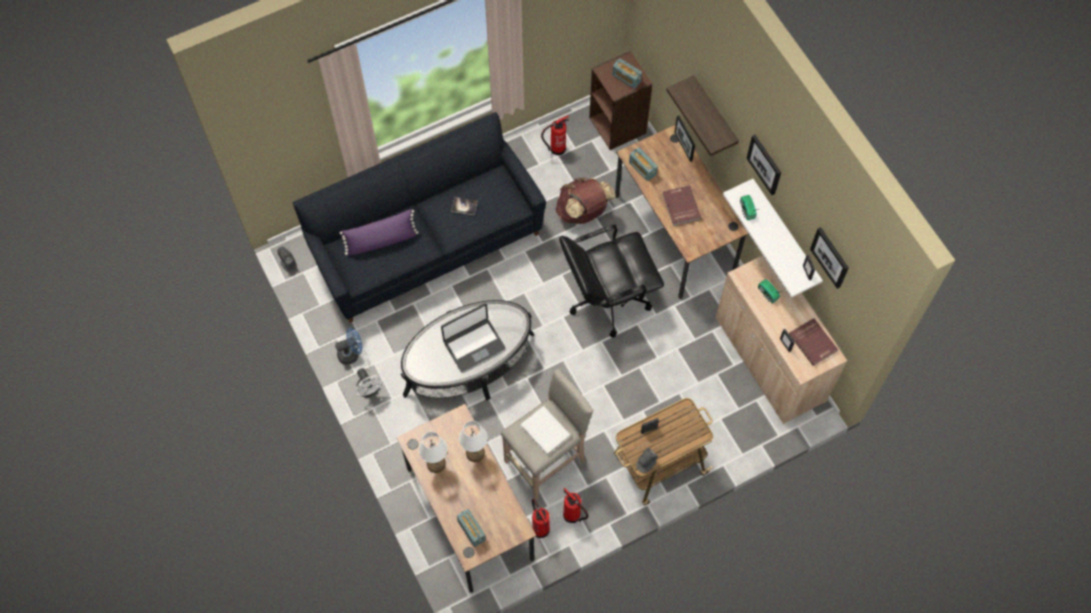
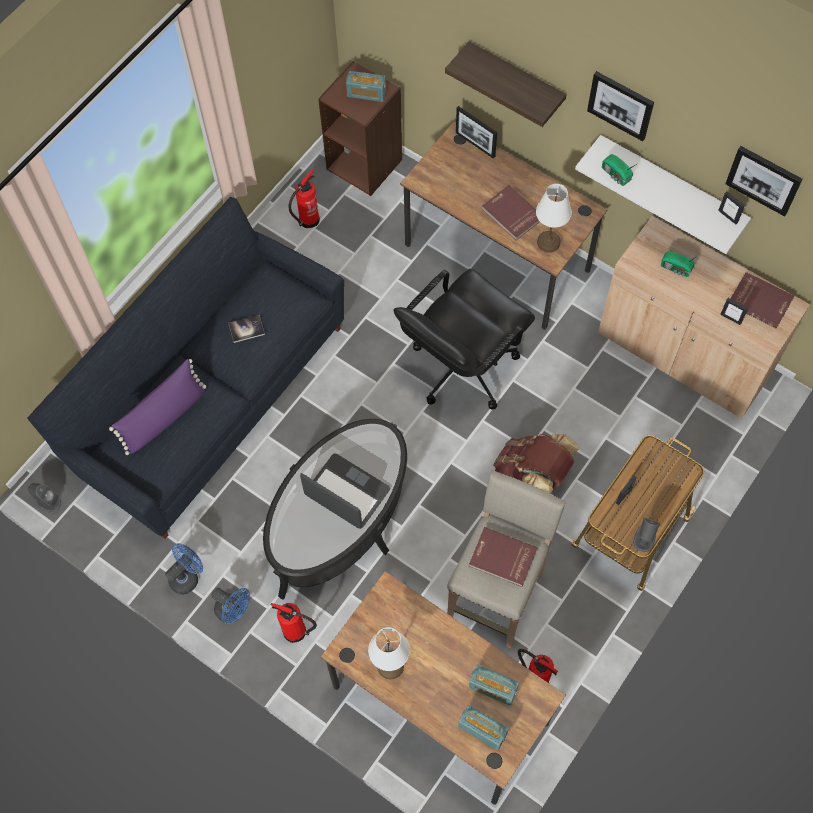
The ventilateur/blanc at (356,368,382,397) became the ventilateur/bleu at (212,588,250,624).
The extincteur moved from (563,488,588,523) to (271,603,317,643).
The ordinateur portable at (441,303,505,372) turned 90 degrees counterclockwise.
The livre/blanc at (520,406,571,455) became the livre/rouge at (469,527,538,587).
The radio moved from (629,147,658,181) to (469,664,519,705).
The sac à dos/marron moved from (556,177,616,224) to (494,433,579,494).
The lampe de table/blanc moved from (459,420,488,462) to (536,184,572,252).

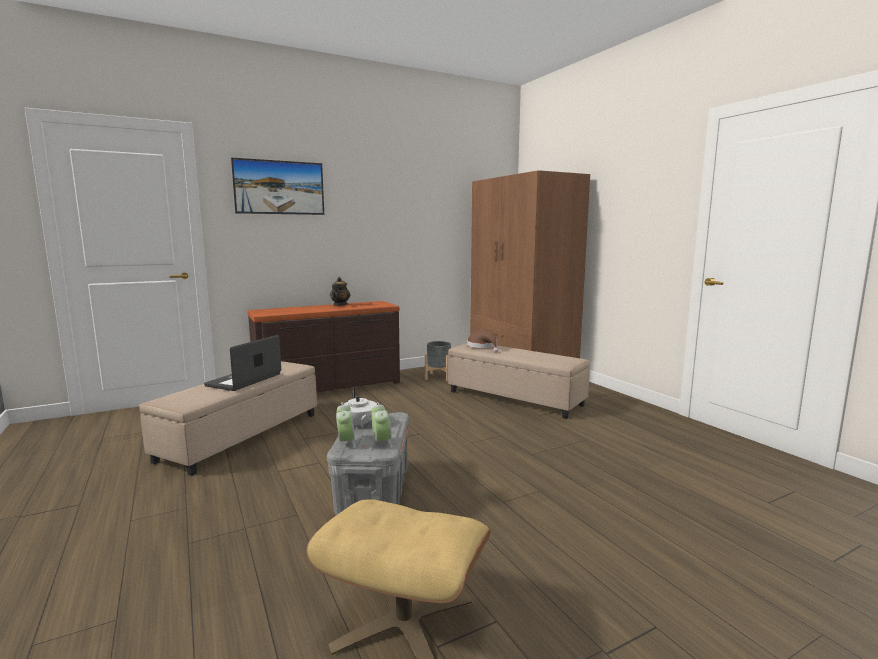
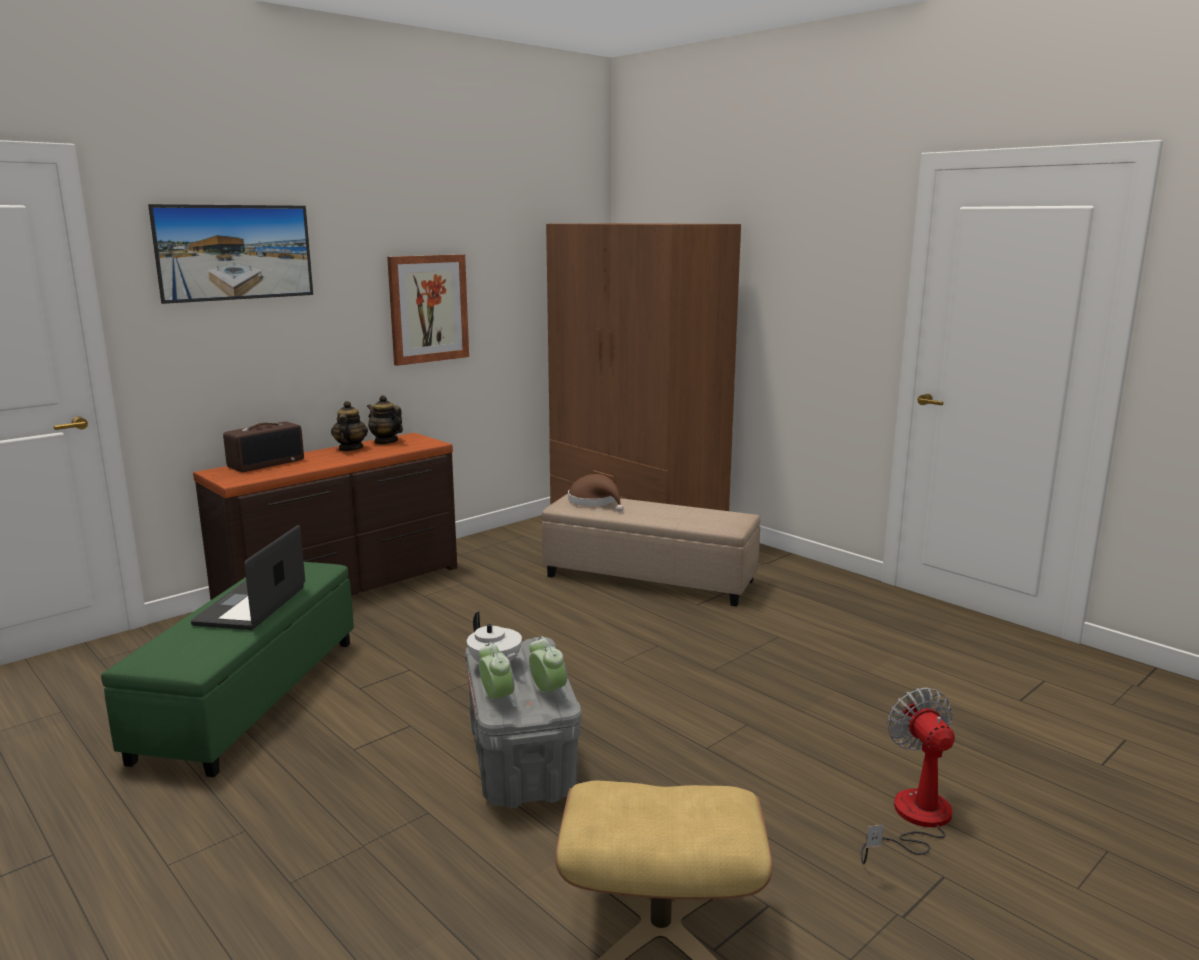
The pouf/beige at (139,361,317,476) became the pouf/vert at (101,562,354,777).
The radio at (223,421,304,472) appeared.
The théière at (367,395,403,444) appeared.
The tableau at (387,254,469,366) appeared.
The ventilateur at (860,687,955,864) appeared.
The cache-pot/gris at (425,341,451,381) disappeared.

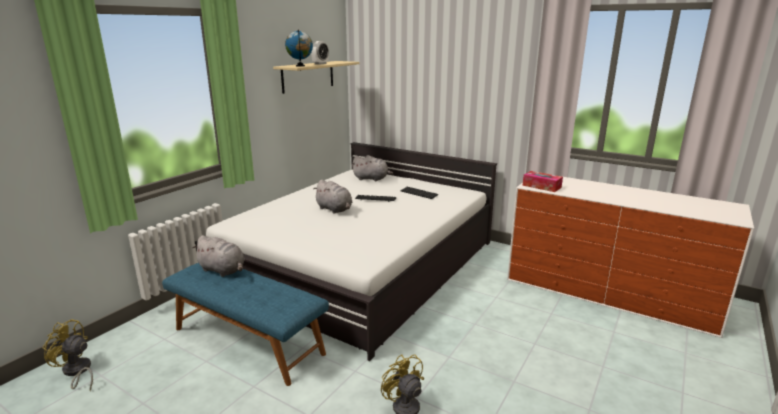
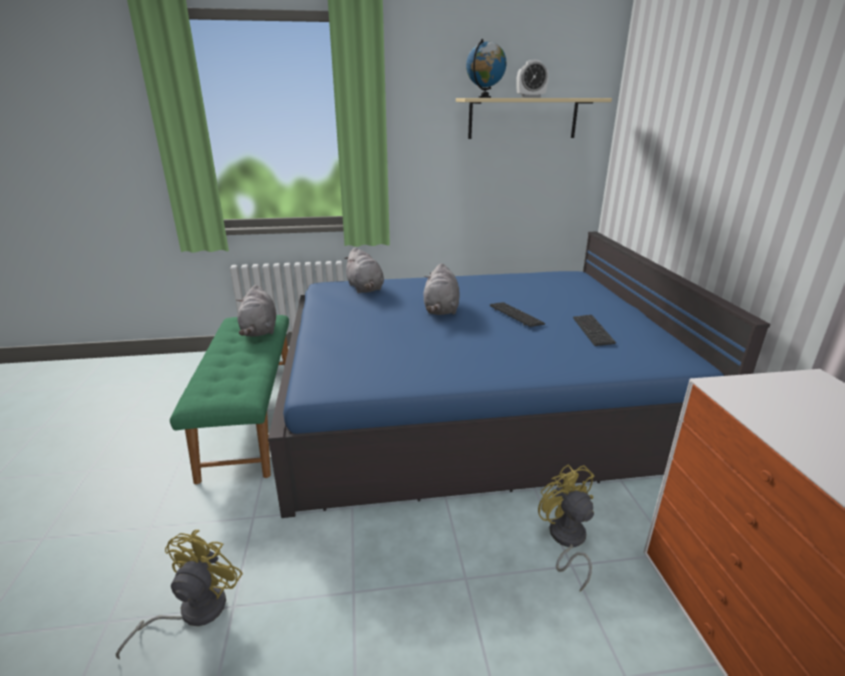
The banc/bleu at (162,263,329,386) became the banc/vert at (170,315,289,484).
The lit/blanc at (195,142,497,361) became the lit/bleu at (268,232,770,518).
The peluche/gris moved from (351,155,393,181) to (344,247,384,293).
The ventilateur/jaune moved from (43,319,93,391) to (538,465,594,592).
The boîte à mouchoirs at (522,171,563,192) disappeared.

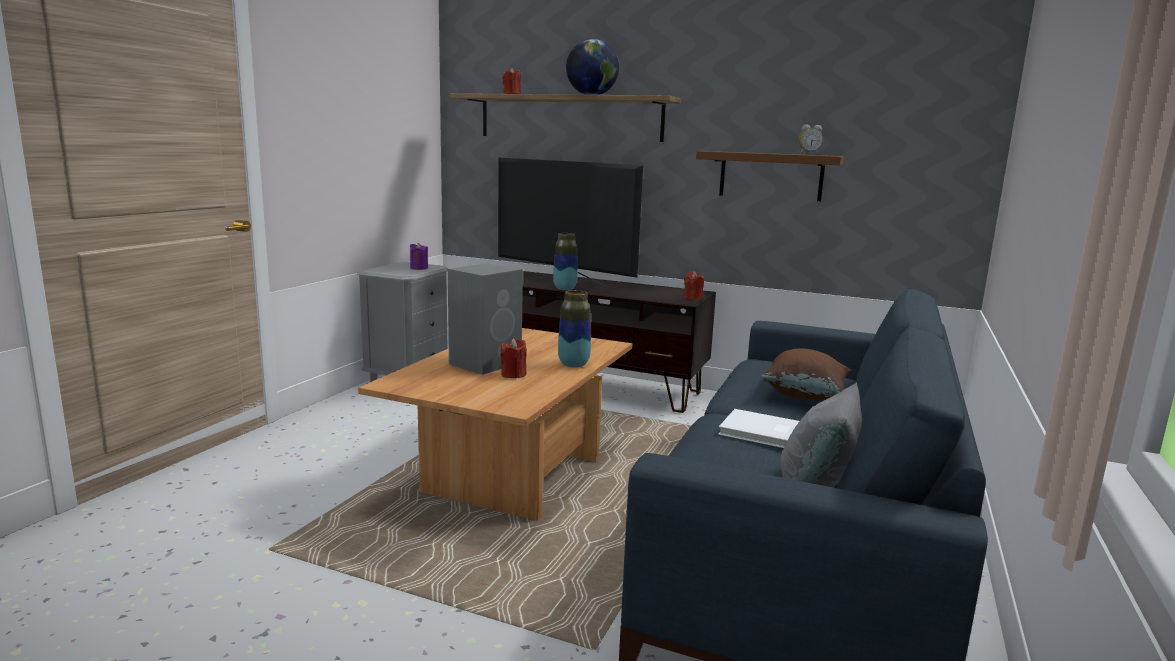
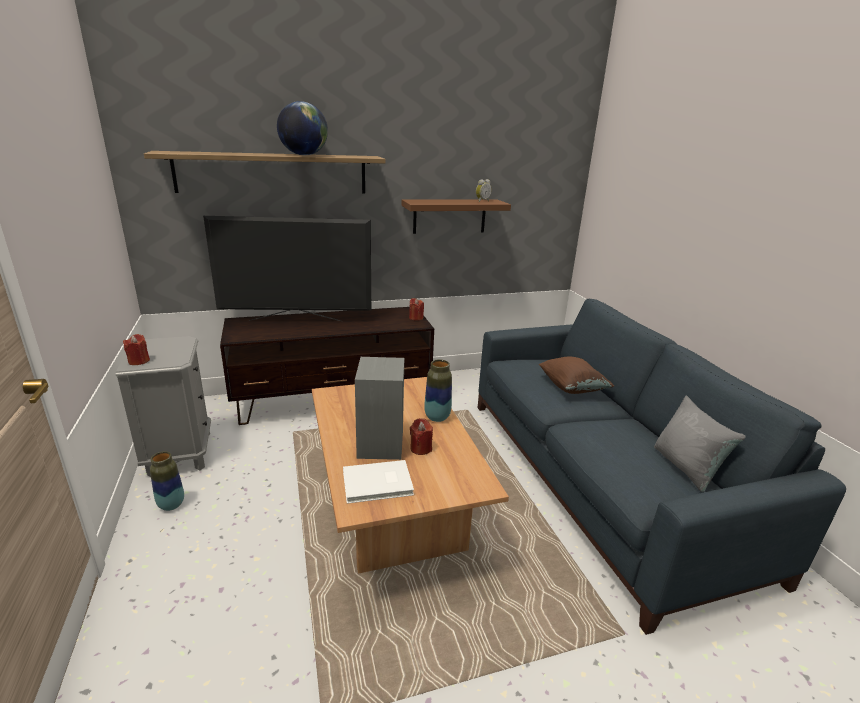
The bougie/rouge moved from (502,68,521,94) to (123,334,150,365).
The vase moved from (553,233,578,290) to (150,451,184,511).
The livre/blanc moved from (718,409,799,448) to (343,460,414,504).
The bougie/violet at (410,243,428,270) disappeared.

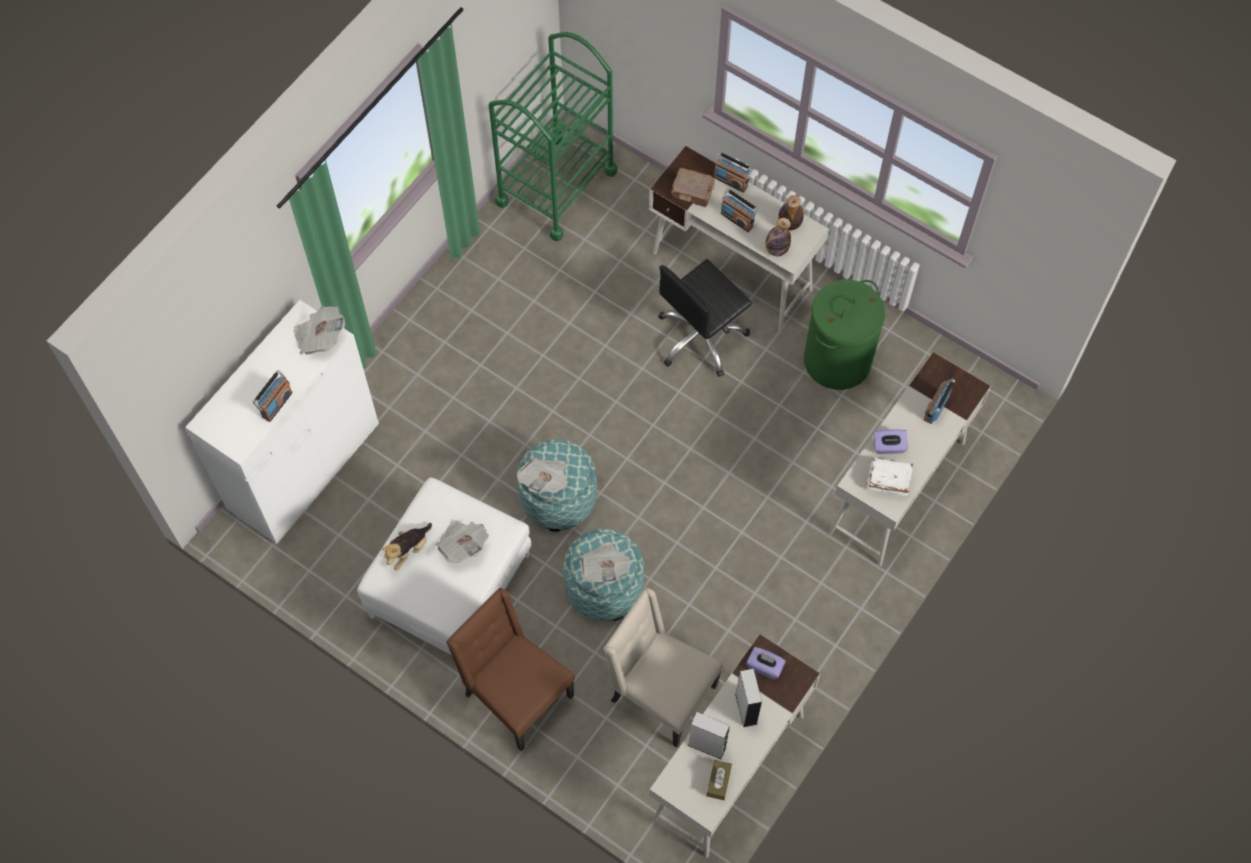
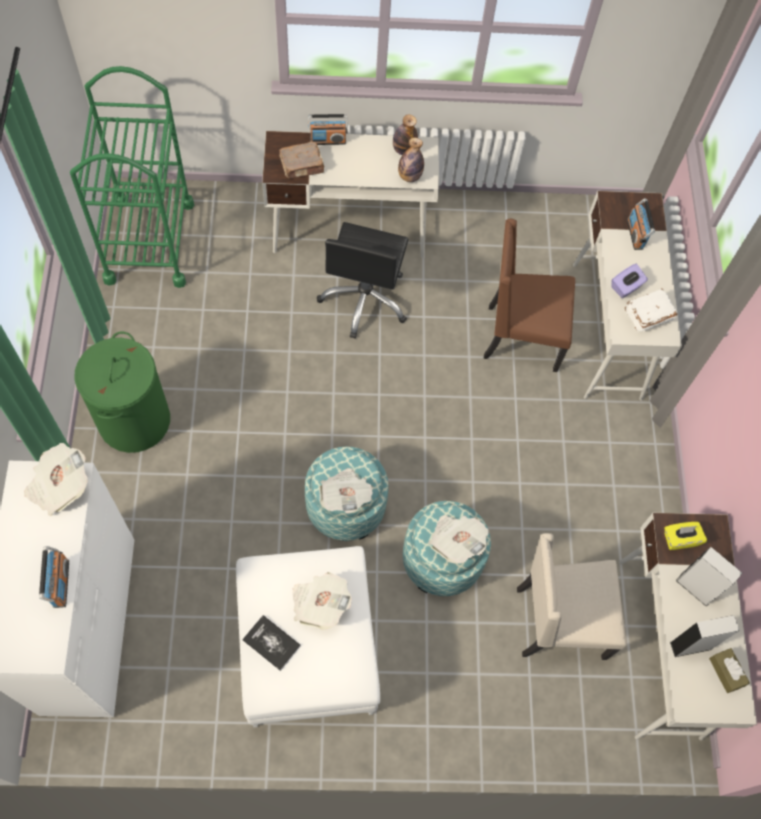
The panier à linge/vert moved from (804,280,885,390) to (74,331,170,453).
The peluche at (382,523,432,570) was replaced by the livre at (242,615,301,671).
The chaise/marron moved from (446,588,575,751) to (483,219,575,372).
The boîte à mouchoirs/violet at (746,647,786,680) became the boîte à mouchoirs/jaune at (664,522,707,550).
The radio at (720,189,758,232) disappeared.

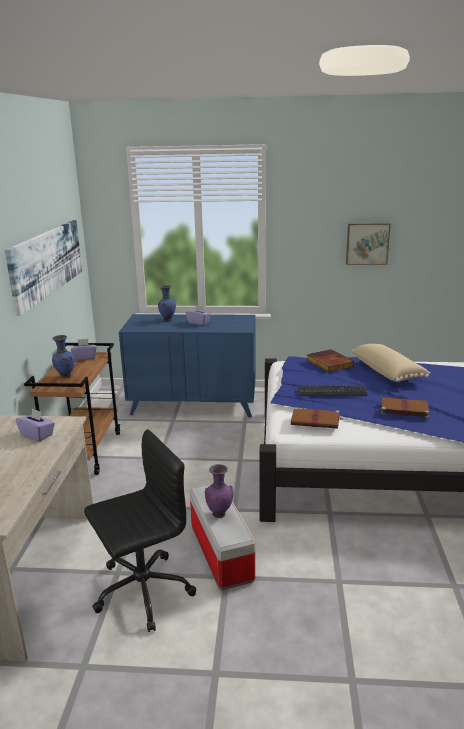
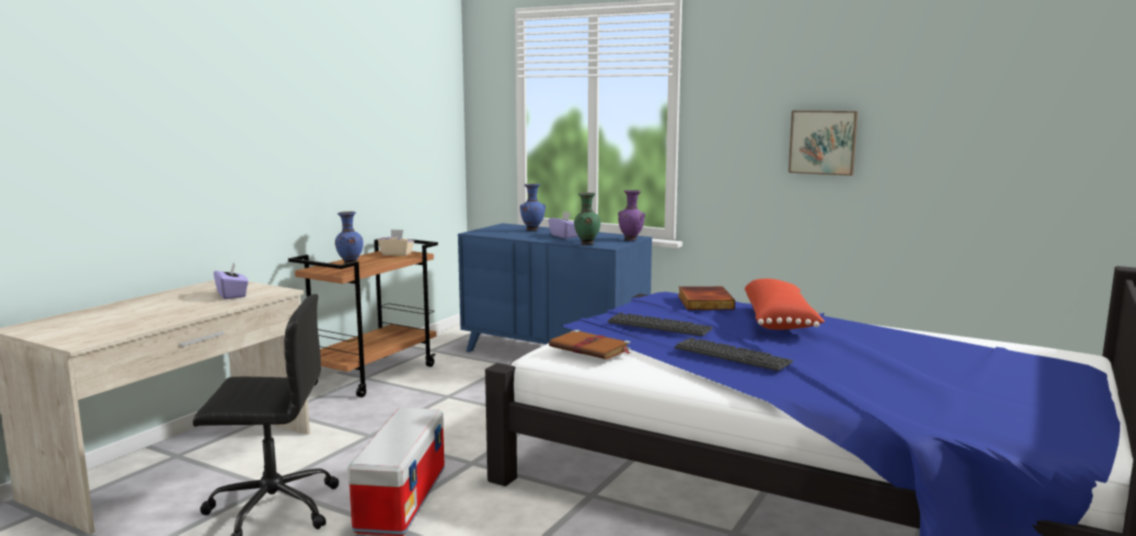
The boîte à mouchoirs/violet at (71,339,97,361) became the boîte à mouchoirs/beige at (378,229,414,256).
The vase/vert at (574,192,601,245) appeared.
The vase/violet moved from (205,464,234,518) to (618,190,645,241).
The livre/marron at (378,397,429,418) was replaced by the clavier at (674,337,793,371).
The coussin/beige at (352,344,430,382) became the coussin/rouge at (744,278,825,330).
The tableau at (5,220,82,316) disappeared.

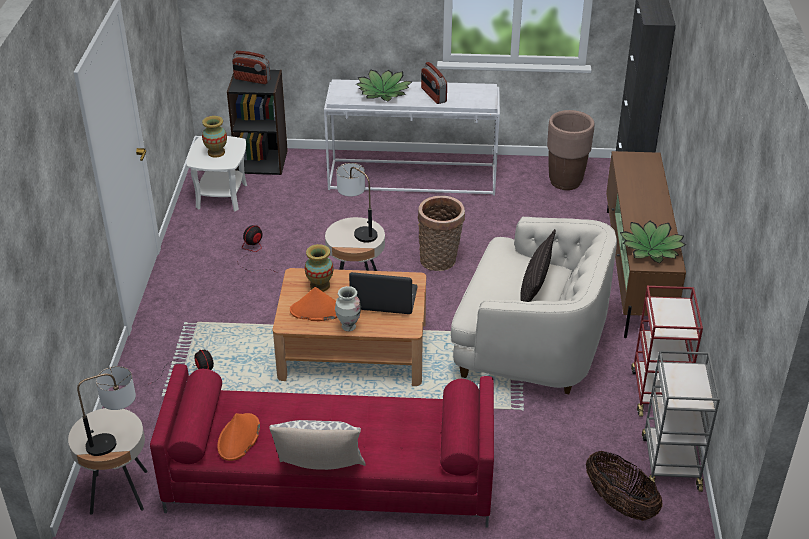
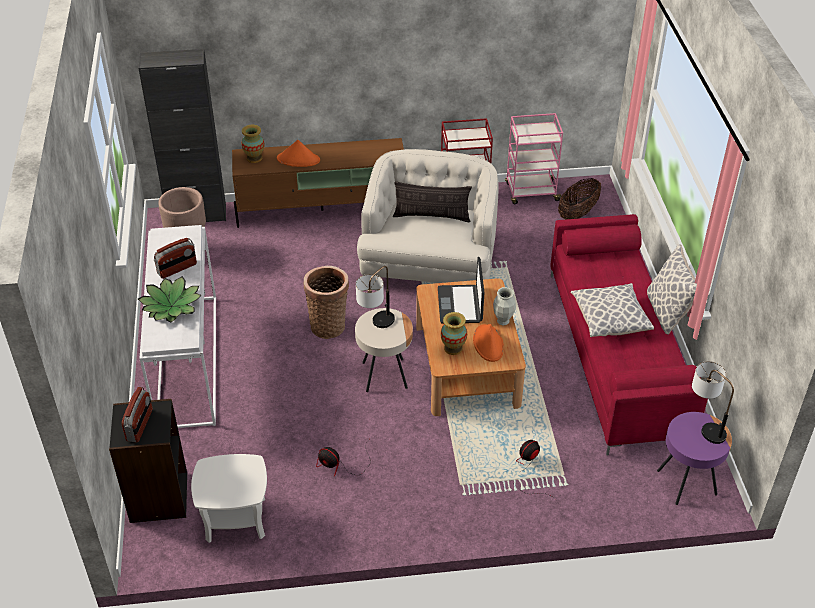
The vase moved from (202,116,227,158) to (241,125,265,163).
The chapeau/orange moved from (217,413,260,461) to (277,140,320,167).
The chariot/gris at (642,351,720,492) became the chariot/rose at (505,113,563,204).
The coussin at (571,283,654,337) appeared.
The table d'appoint/beige at (68,408,147,515) became the table d'appoint/violet at (657,412,732,505).
The plante en pot at (620,221,686,263) disappeared.

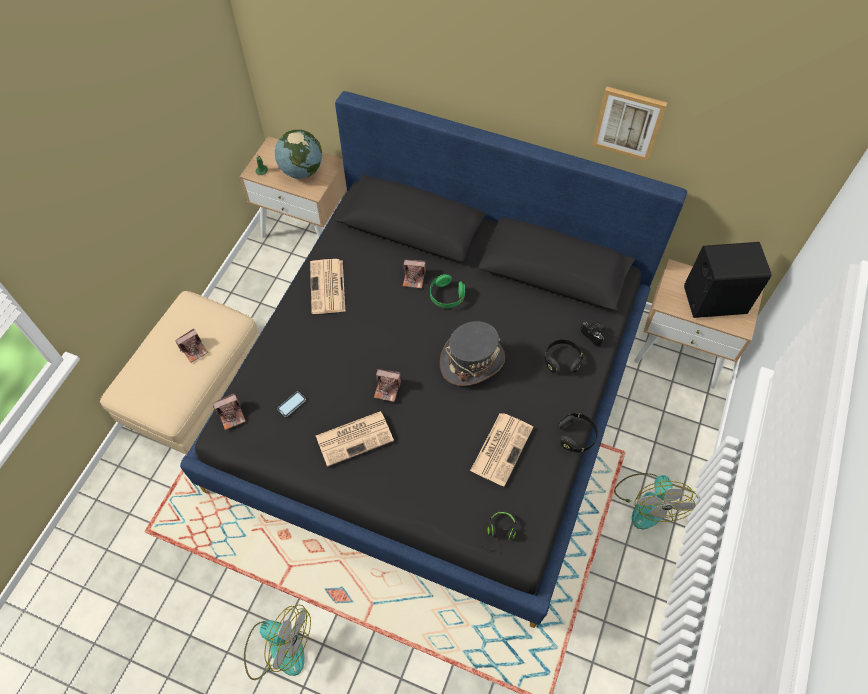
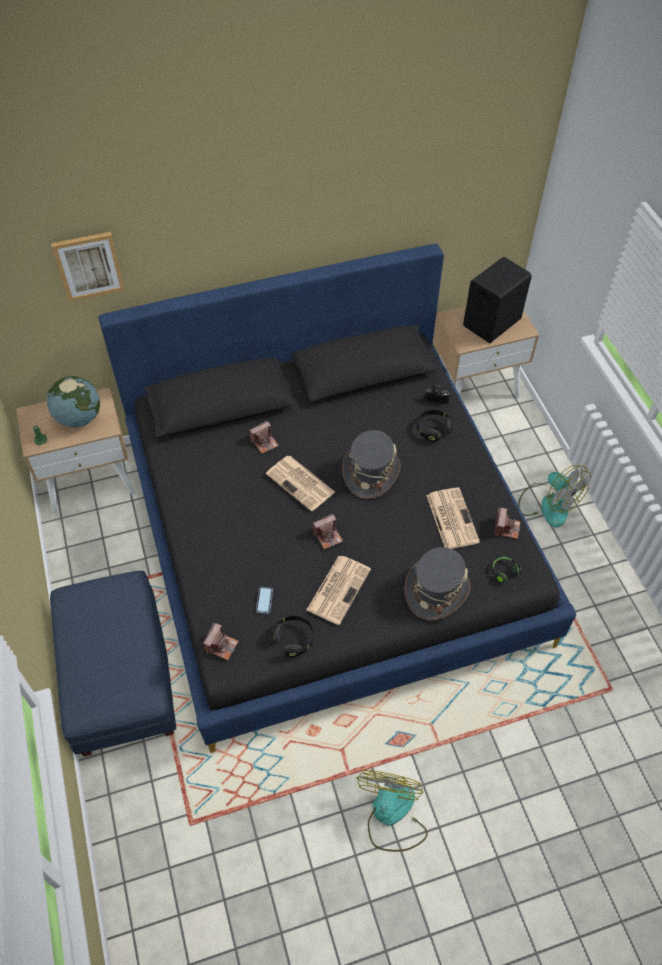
The pouf/beige at (100,291,260,455) became the pouf/bleu at (50,571,176,757).
The tableau moved from (592,87,667,161) to (51,232,125,301).
The journal moved from (310,259,345,314) to (266,456,335,511).
The casque audio/noir moved from (558,413,598,452) to (271,616,314,657).
The ventilateur at (244,605,311,680) turned 60 degrees counterclockwise.
The chapeau/gris at (405,547,470,620) appeared.
The appareil photo moved from (175,329,208,363) to (494,507,520,539).
The casque audio/vert at (430,274,465,308) disappeared.

